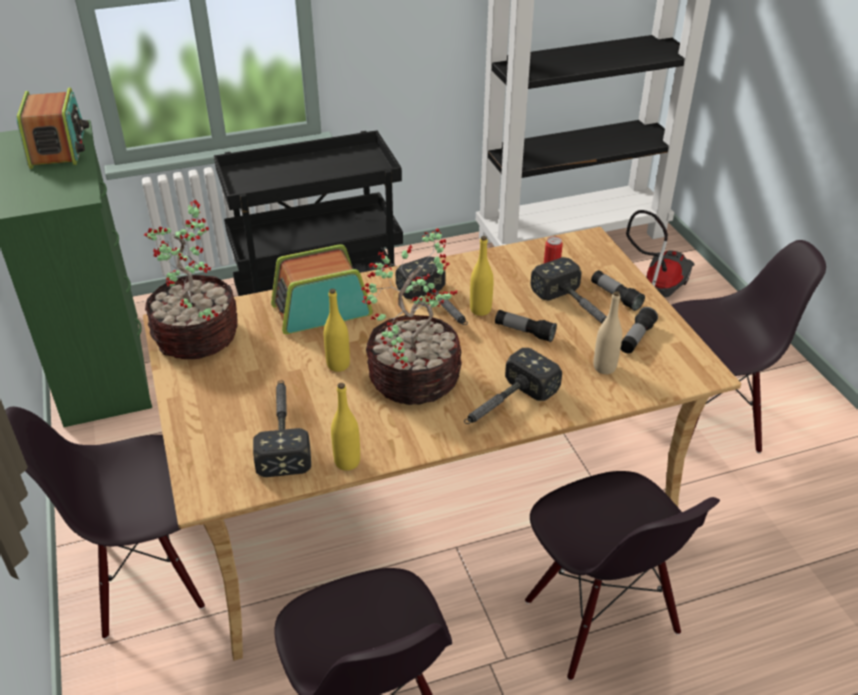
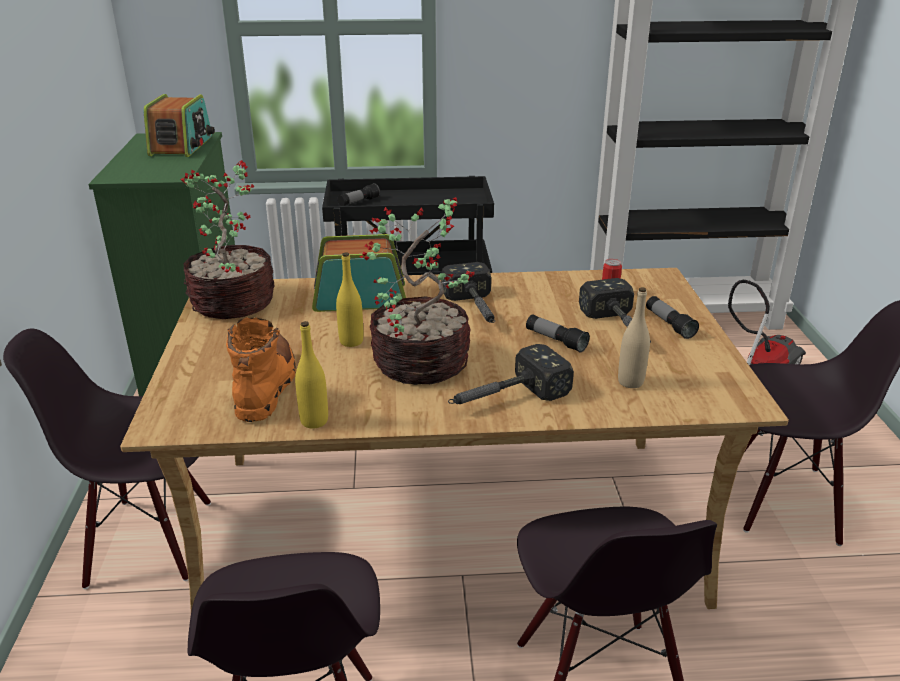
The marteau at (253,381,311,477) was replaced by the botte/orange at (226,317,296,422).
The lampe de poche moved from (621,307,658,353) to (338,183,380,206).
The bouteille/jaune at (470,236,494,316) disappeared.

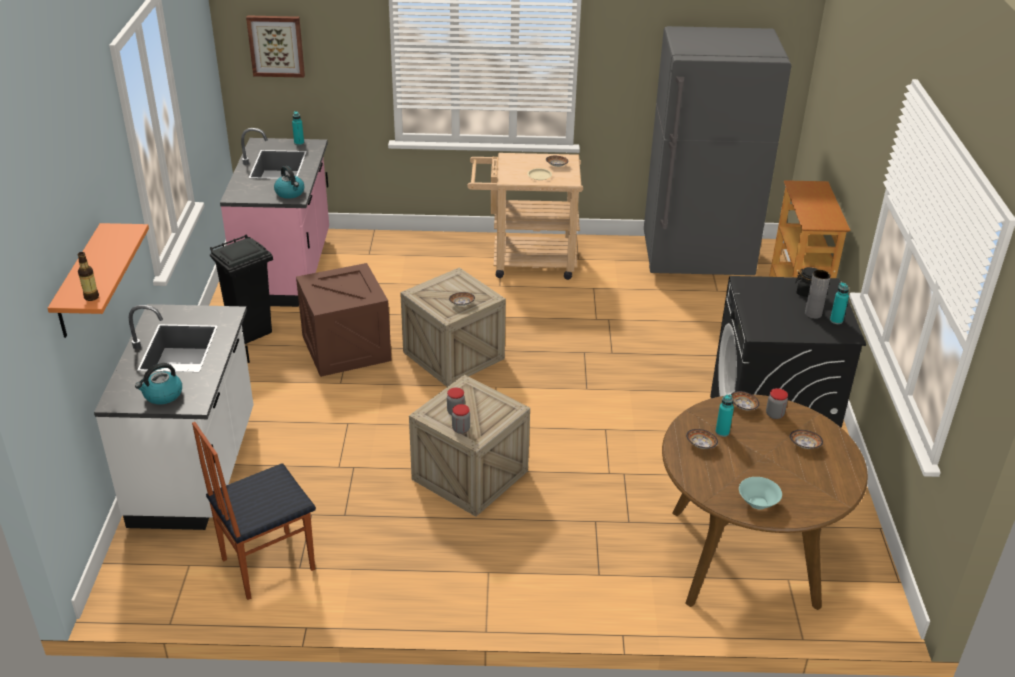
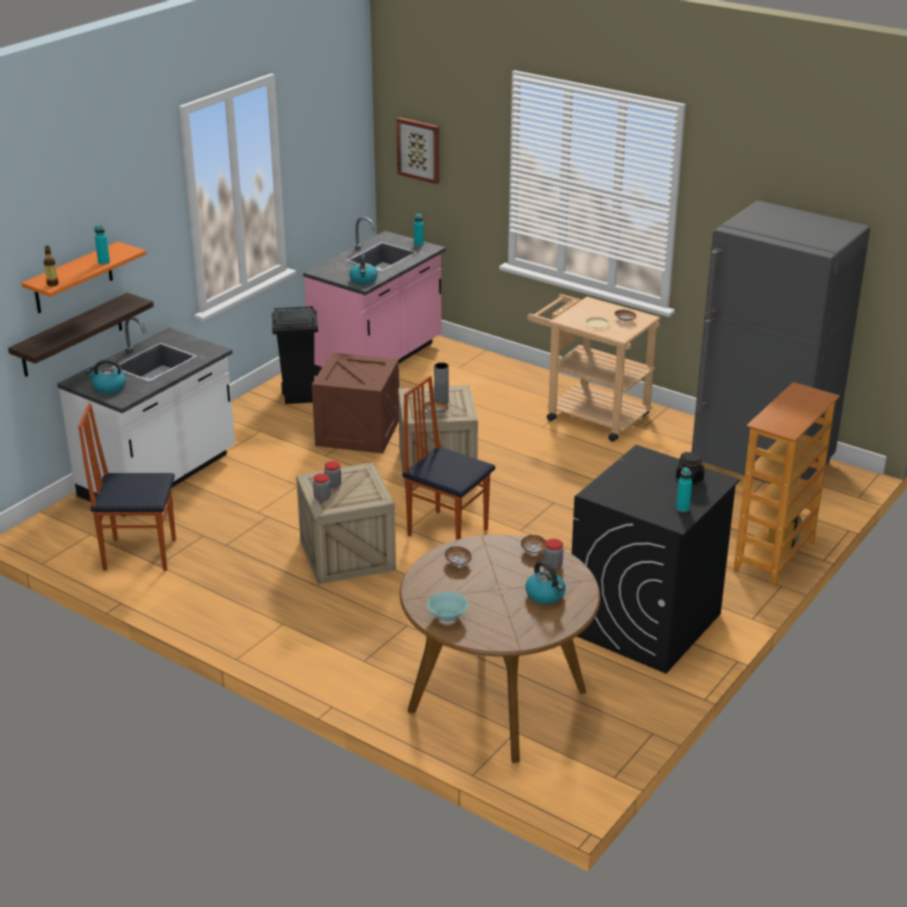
The étagère at (8,293,154,377) appeared.
The bouteille/turquoise moved from (715,394,734,437) to (94,225,110,265).
The chaise at (402,376,495,540) appeared.
The vase/gris moved from (805,270,831,319) to (434,362,449,404).
The bol at (790,430,823,449) was replaced by the bouilloire at (525,561,566,604).

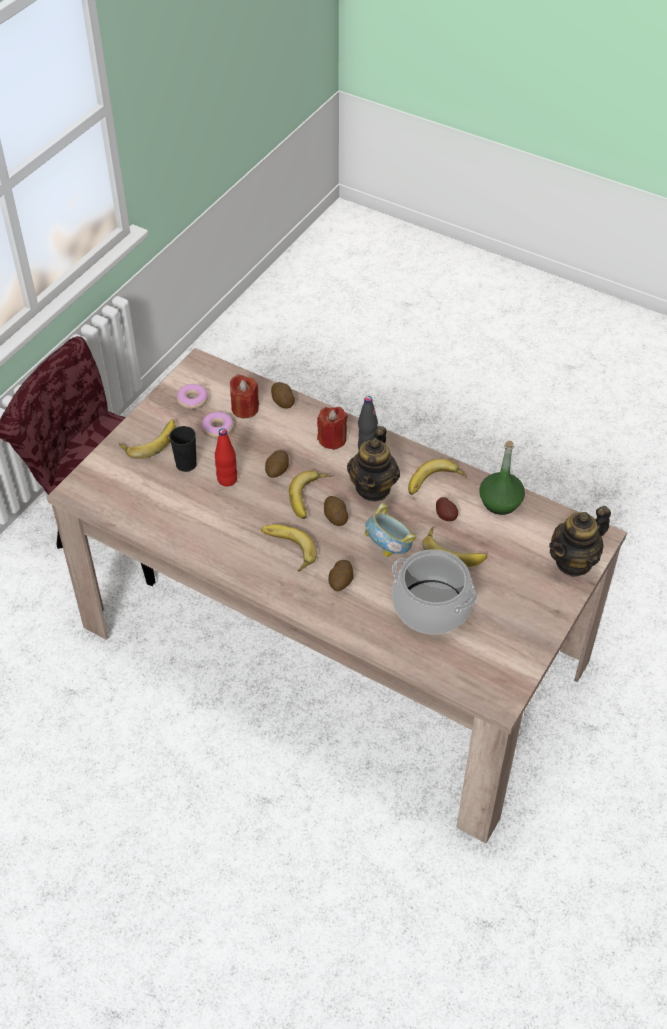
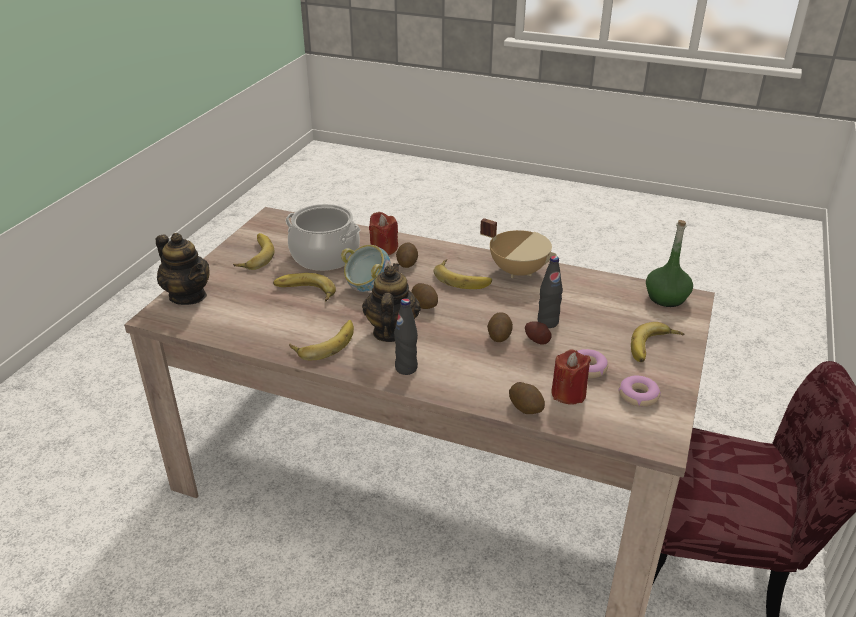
The théière at (549,506,611,577) turned 90 degrees clockwise.
The banane moved from (289,470,332,519) to (233,233,274,270).
The bougie/rouge moved from (317,407,348,450) to (369,212,398,255).
The marmite/beige at (480,218,557,278) appeared.
The pomme de terre moved from (436,497,458,521) to (525,321,552,345).
The bouteille/rouge at (215,428,237,487) became the bouteille/noir at (538,256,563,328).
The bouteille/vert moved from (479,441,525,515) to (646,220,693,307).
The tasse/noir at (169,426,197,472) disappeared.

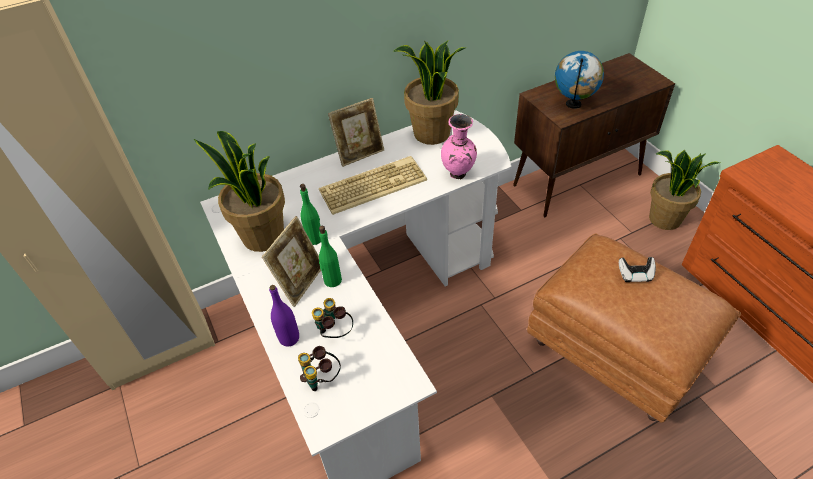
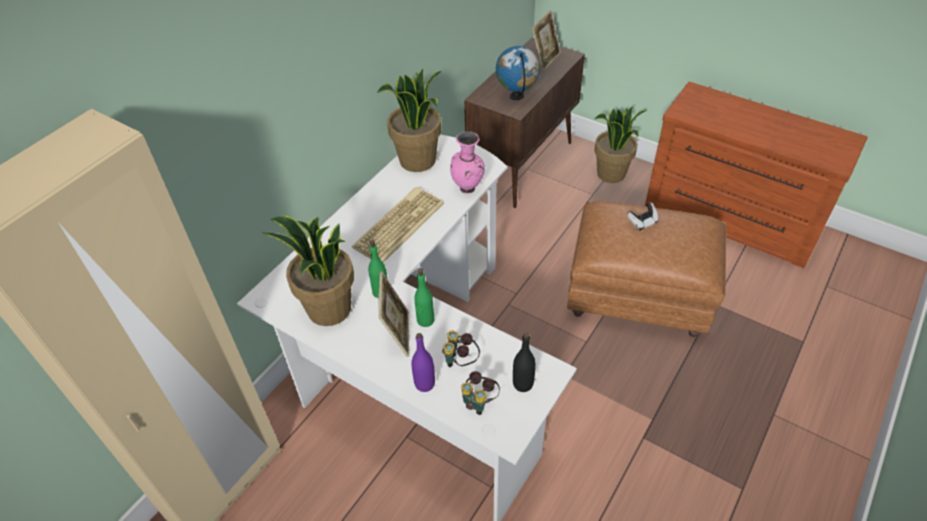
The bouteille/noir at (513,333,536,392) appeared.
The cadre photo moved from (328,98,384,167) to (532,10,561,71).

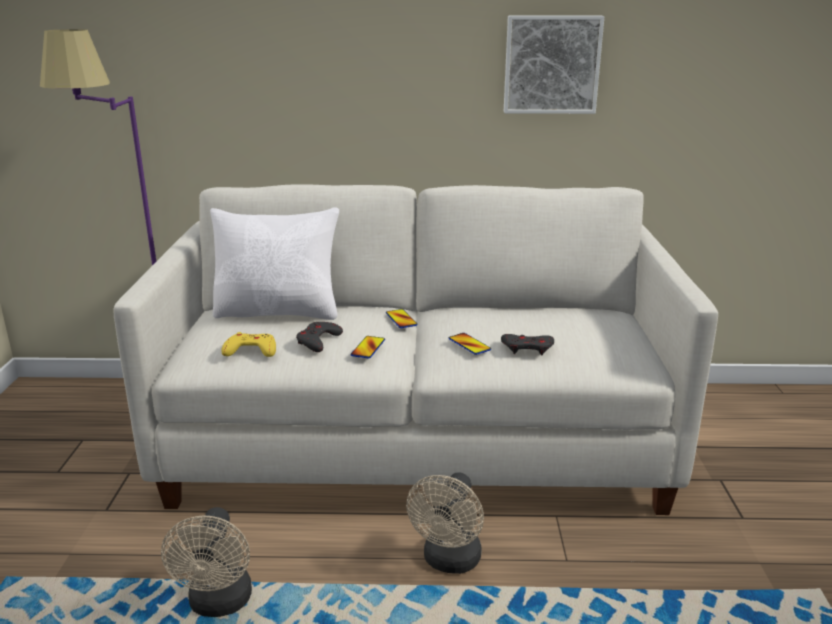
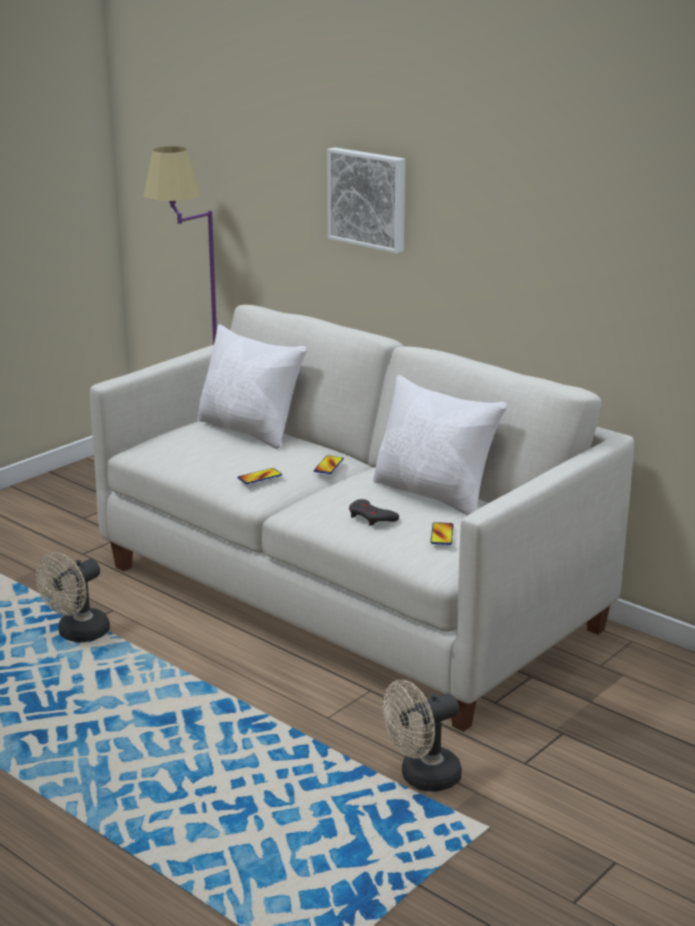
The tableau moved from (504,16,605,114) to (327,147,405,253).
The coussin/blanc at (373,375,507,516) appeared.
The ventilateur/beige moved from (406,472,484,574) to (382,680,462,792).
The téléphone moved from (449,333,491,355) to (431,522,454,545).
The manette/jaune at (221,332,276,357) disappeared.
The manette/gris at (296,322,343,352) disappeared.

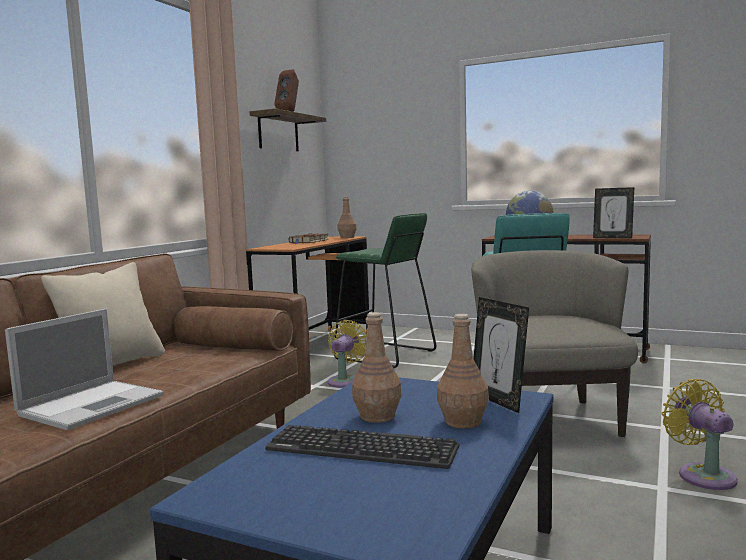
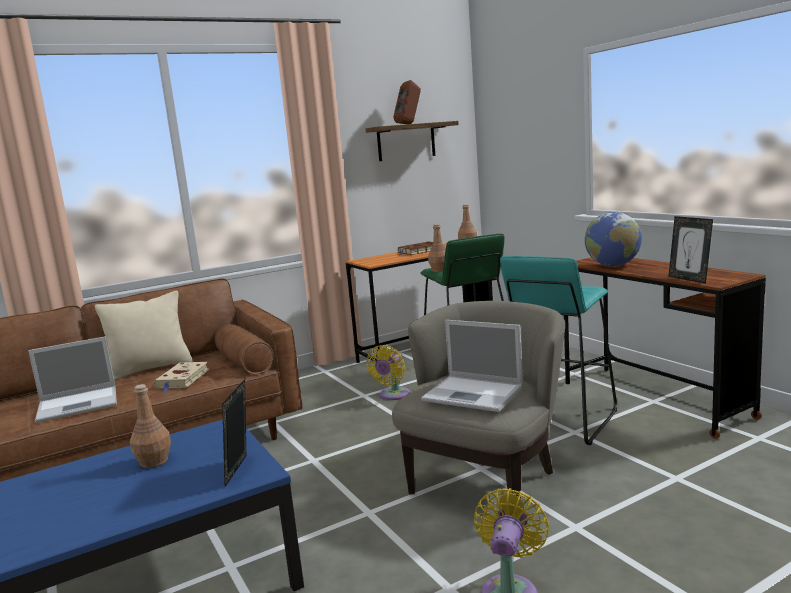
The livre/beige at (154,362,209,392) appeared.
The ventilateur/jaune at (328,320,367,387) turned 150 degrees clockwise.
The ordinateur portable at (421,320,523,412) appeared.
The bouteille/marron moved from (437,314,489,429) to (428,224,446,272).
The clavier at (265,425,460,469) disappeared.

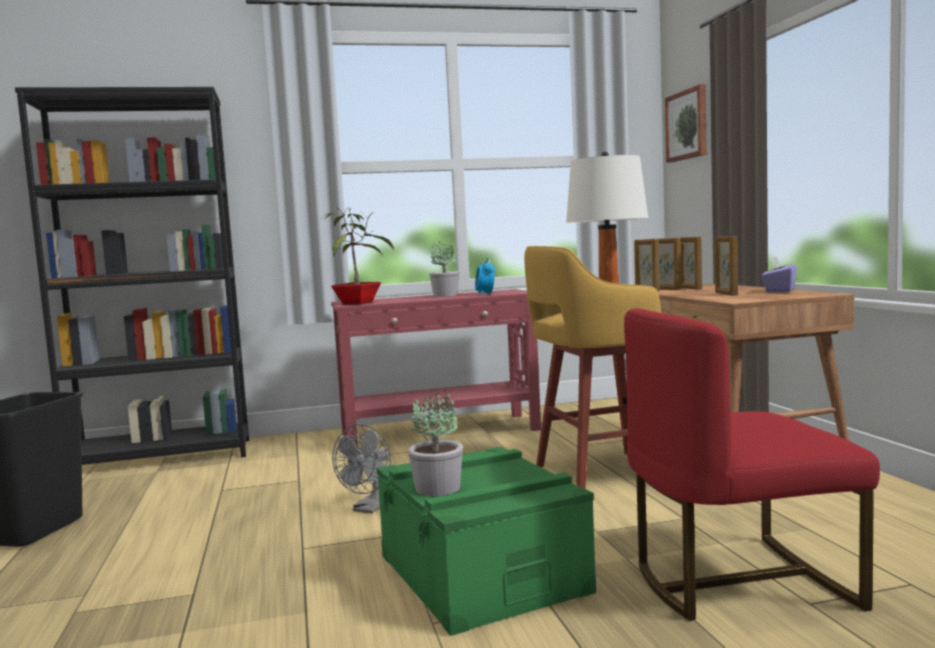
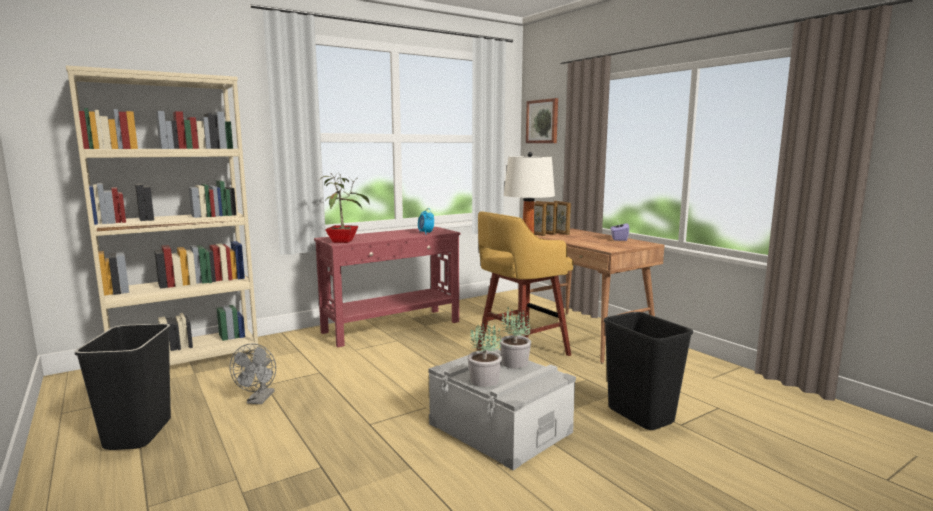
The bibliothèque/noir at (15,87,249,465) became the bibliothèque/beige at (66,65,258,366).
The ventilateur/gris moved from (332,424,391,514) to (230,343,276,404).
The boîte de rangement/vert at (377,447,596,636) became the boîte de rangement/gris at (428,348,576,470).
The plante en pot moved from (430,241,459,297) to (500,307,531,369).
The chaise/rouge at (624,308,880,621) was replaced by the poubelle/noir at (604,312,693,430).
The cadre photo at (715,236,738,296) disappeared.

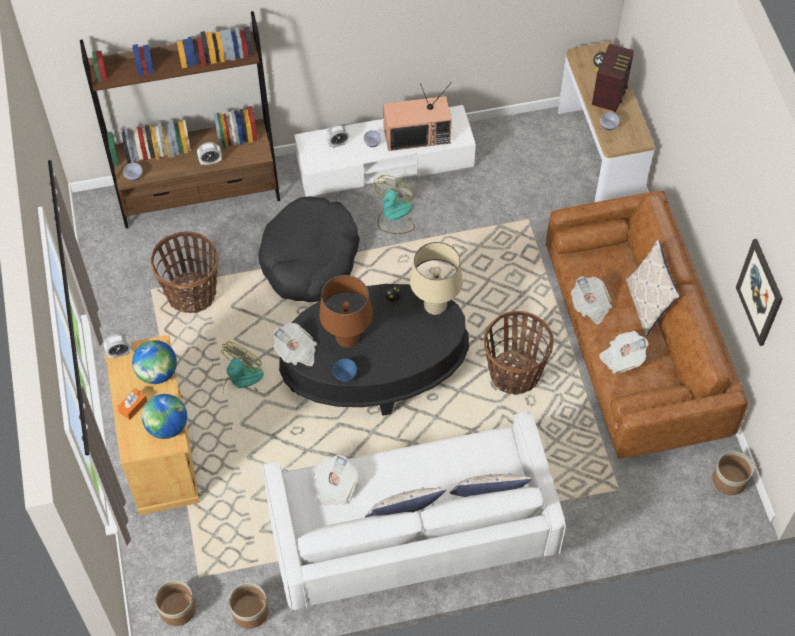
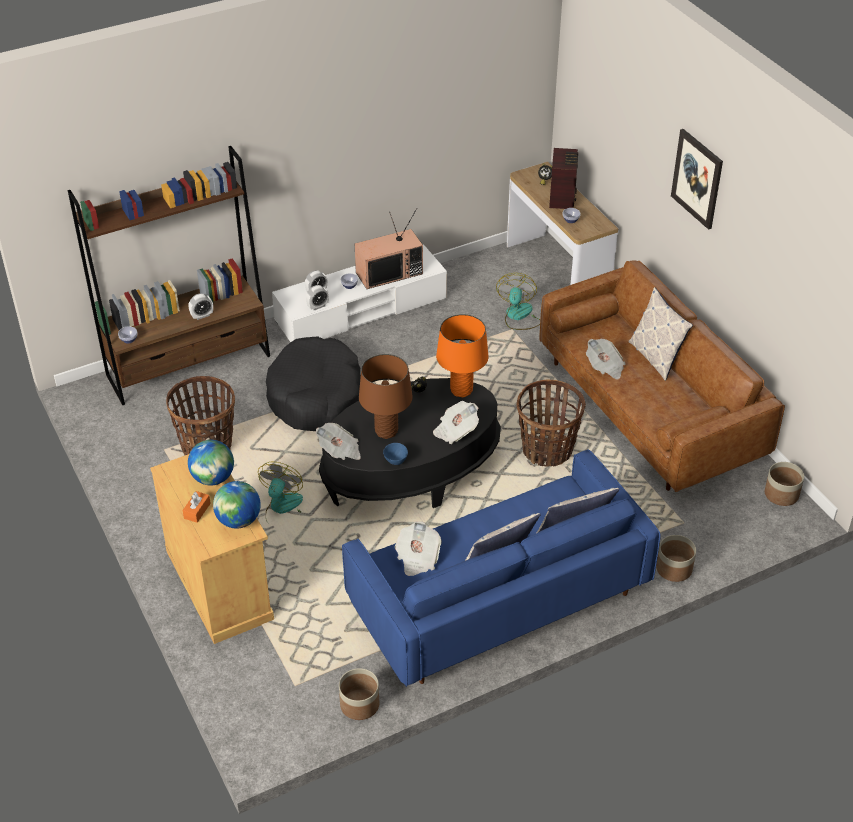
The réveil moved from (104,334,132,358) to (306,285,329,310).
The canapé/blanc at (263,411,566,611) became the canapé/bleu at (342,449,661,687).
The journal moved from (599,331,649,374) to (433,401,479,444).
The lampe de table/beige at (410,242,463,315) became the lampe de table/orange at (436,314,489,397).
The ventilateur moved from (374,175,415,234) to (496,273,540,330).
The cache-pot moved from (155,580,196,626) to (656,535,696,582).
The tableau moved from (736,239,783,346) to (671,129,723,230).

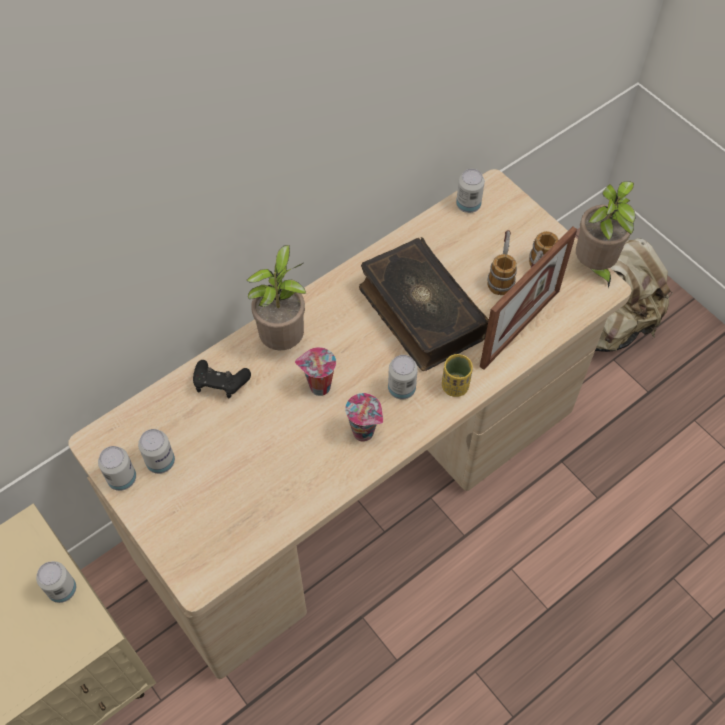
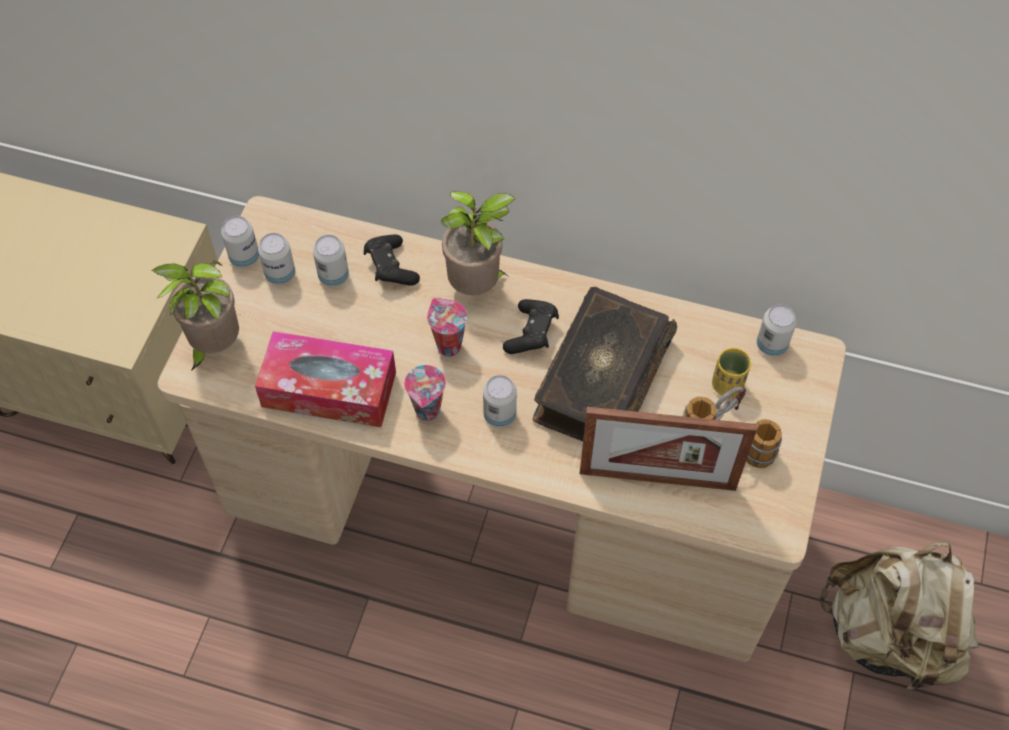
The plante en pot moved from (576,181,635,288) to (152,261,239,371).
The boîte à mouchoirs at (255,331,396,427) appeared.
The boîte métallique moved from (36,561,76,603) to (313,235,349,287).
The manette/noir at (503,299,559,354) appeared.
The tasse/jaune moved from (442,354,473,397) to (712,348,751,397).

